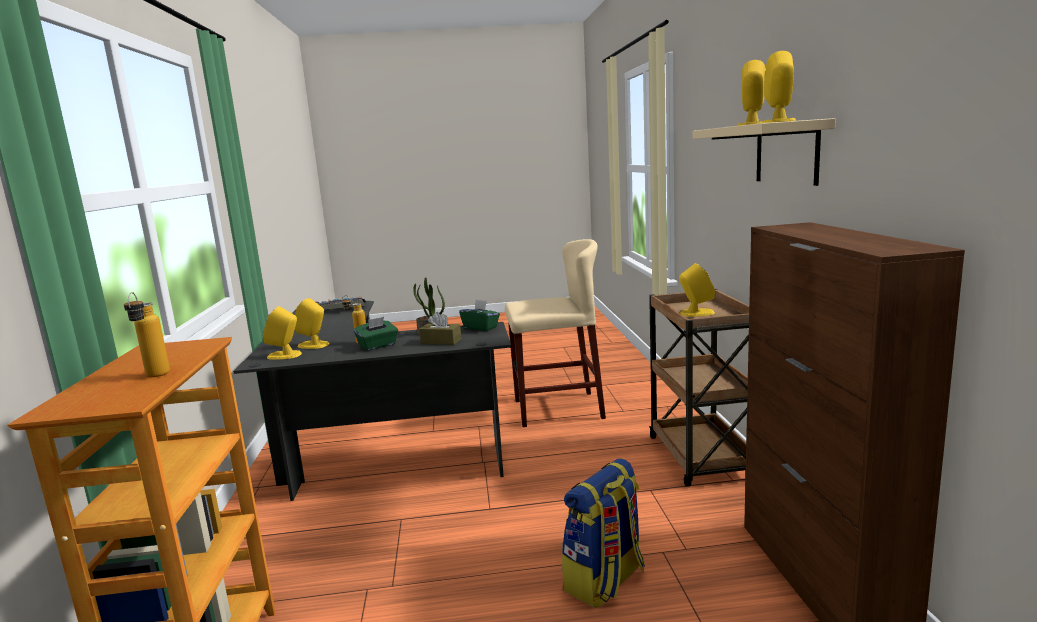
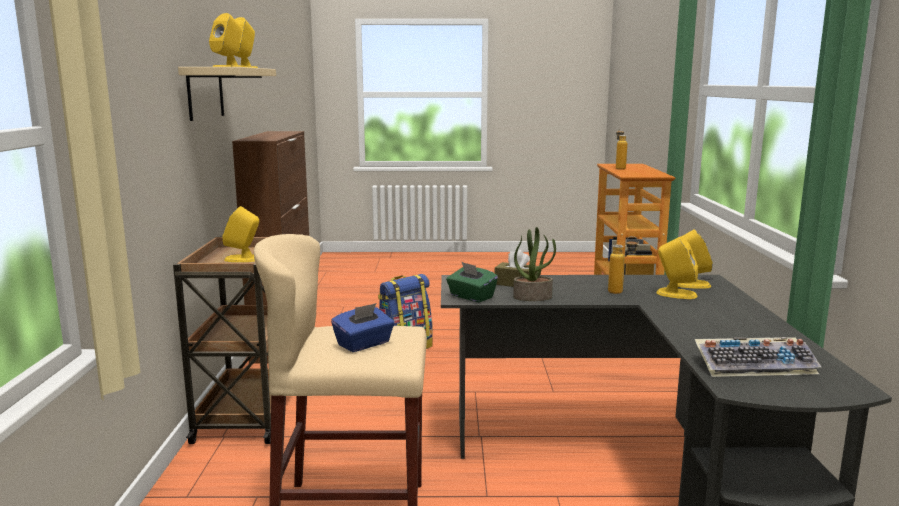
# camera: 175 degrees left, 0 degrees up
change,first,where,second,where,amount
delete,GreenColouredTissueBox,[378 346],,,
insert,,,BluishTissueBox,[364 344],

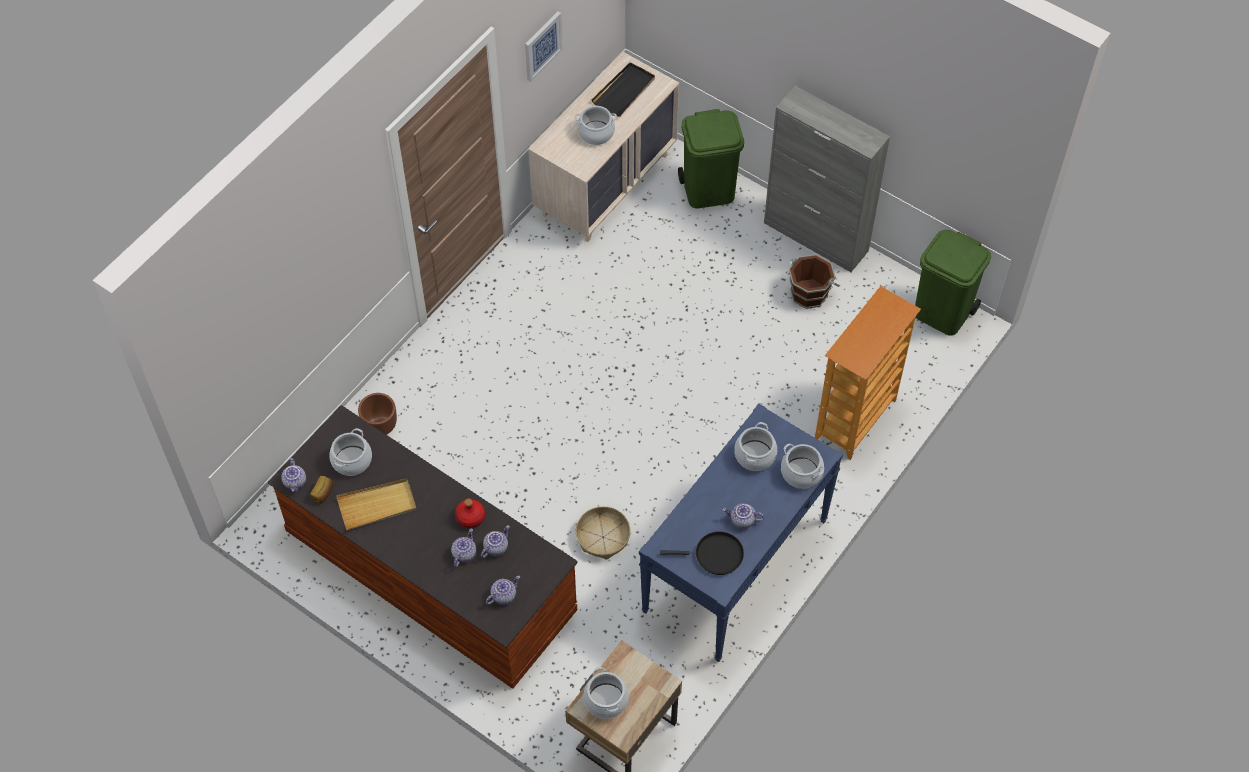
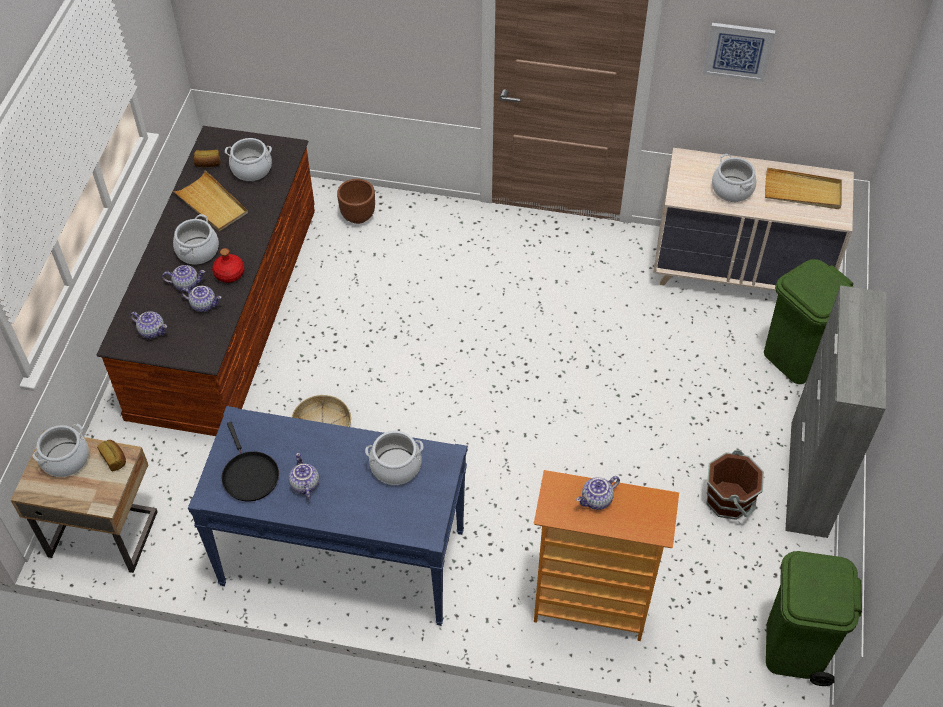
# camera: 65 degrees right, 5 degrees down
change,first,where,second,where,amount
move,PotForTea,[295 482],,[596 500],
recolor,BlackCarryingTray,[624 91],SandColouredCarryingTray,[802 192],
move,Saucepot,[801 472],,[198 251],
insert,,,BakedBread,[114 459],

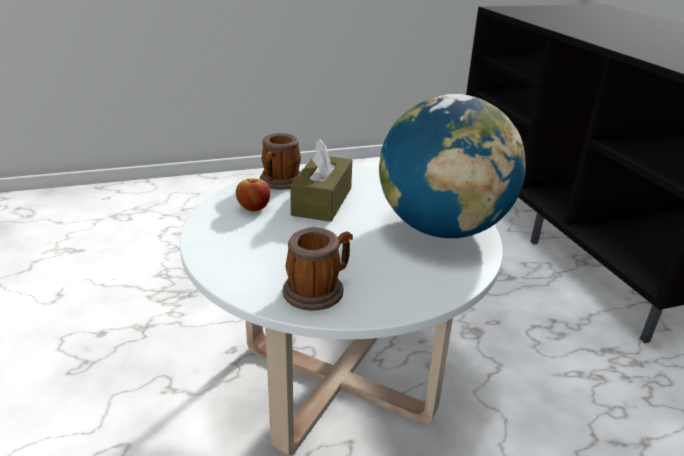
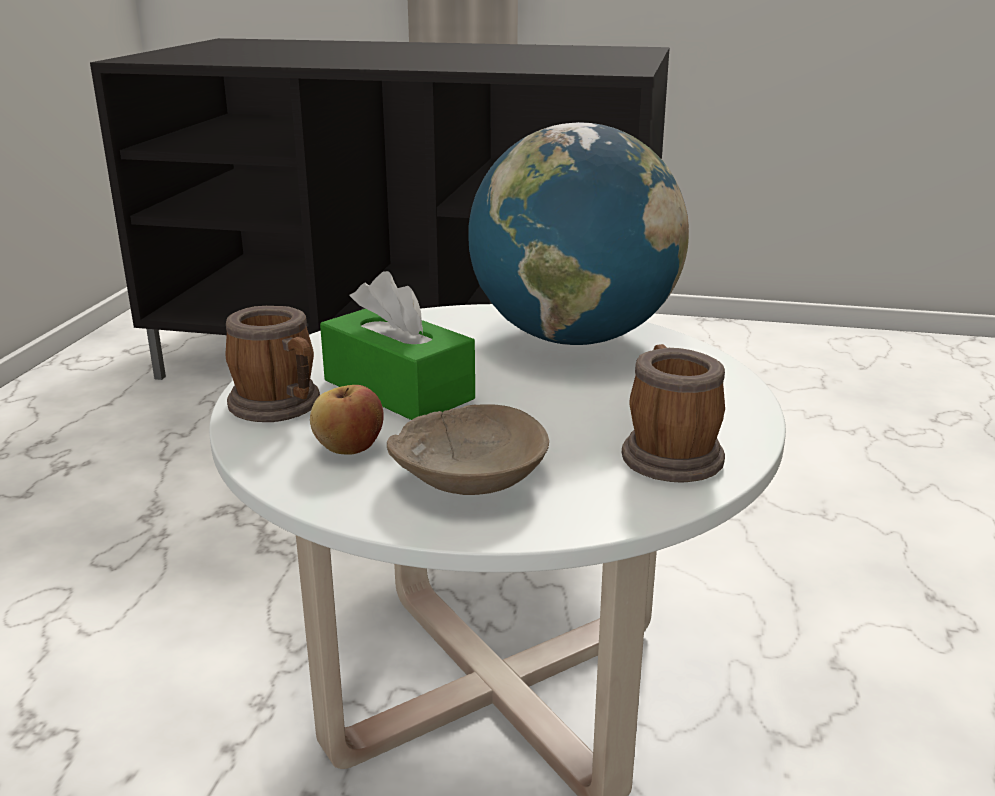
# camera: 60 degrees left, 5 degrees down
change,first,where,second,where,amount
recolor,BrownishTissueBox,[322 201],GreenColouredTissueBox,[398 389],
insert,,,SandColouredBowl,[468 476],

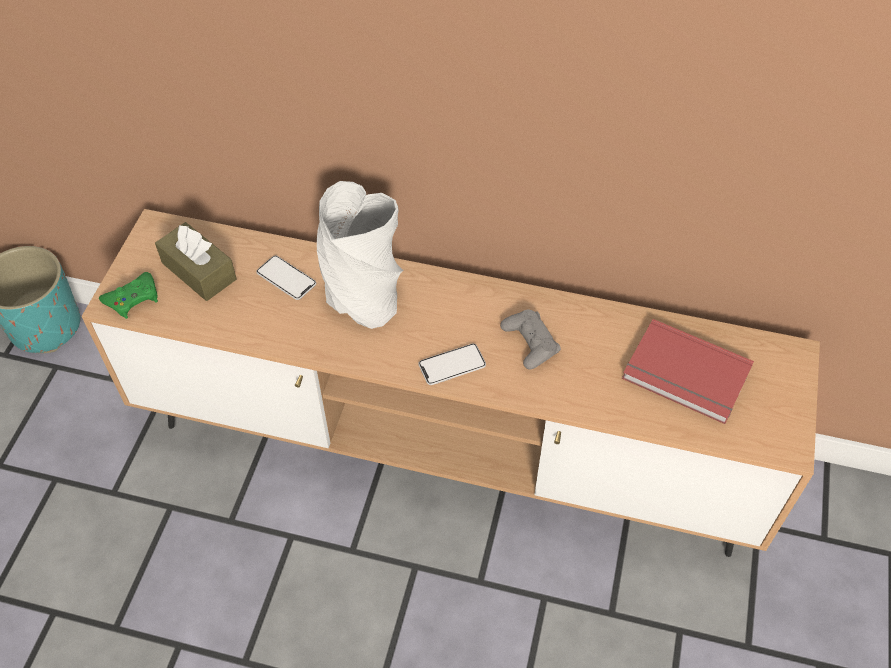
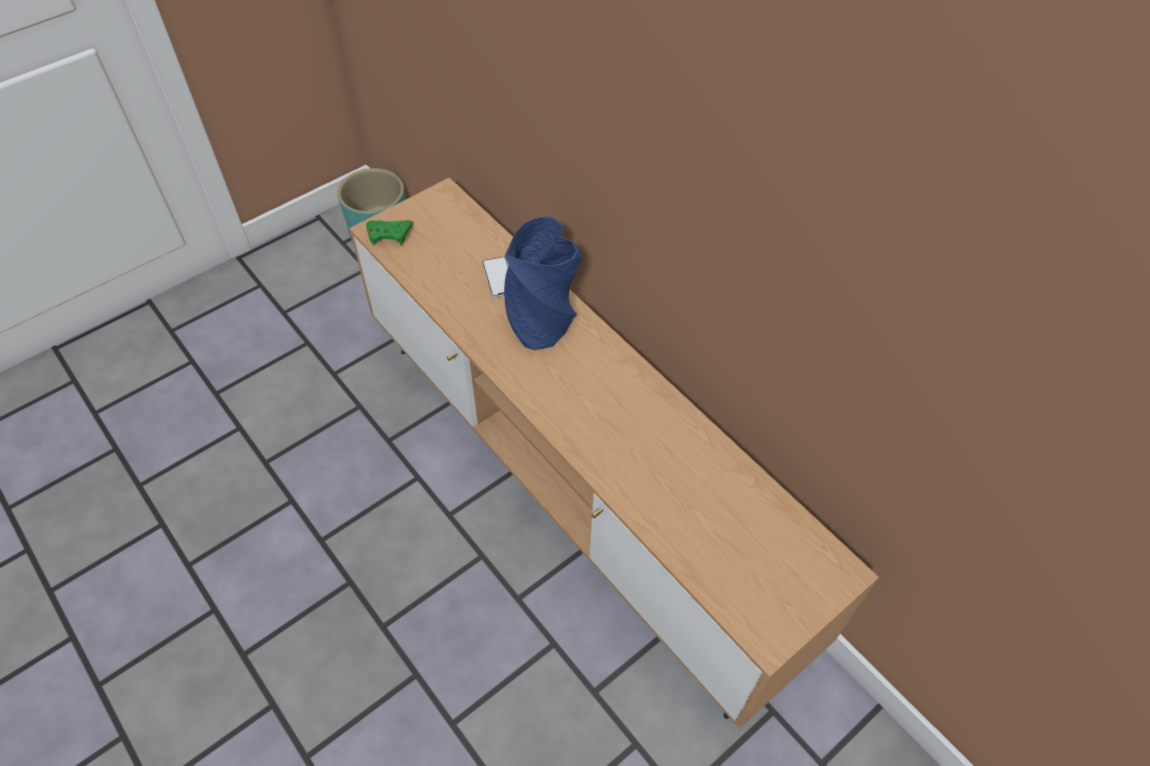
# camera: 35 degrees right, 0 degrees up
change,first,where,second,where,amount
delete,BrownishTissueBox,[199 271],,,
recolor,GrayVase,[363 294],BluishVase,[541 319],
delete,Phone,[452 365],,,
delete,GrayGamepad,[530 342],,,
delete,RedBoundBook,[685 376],,,

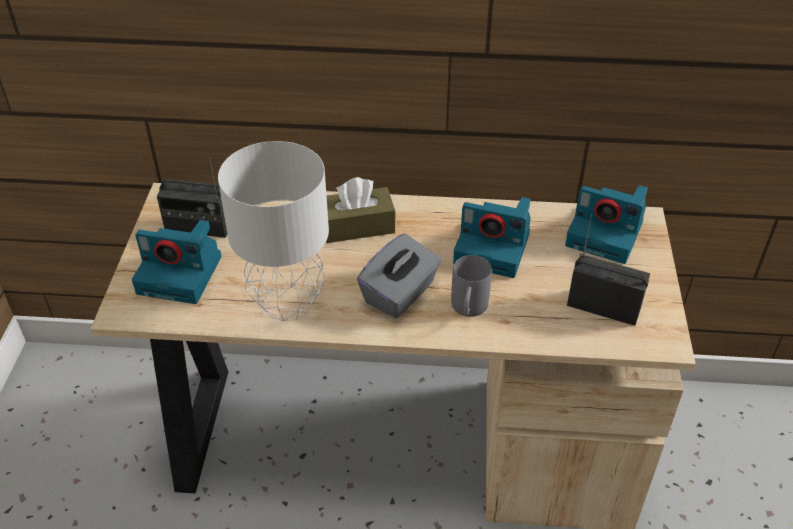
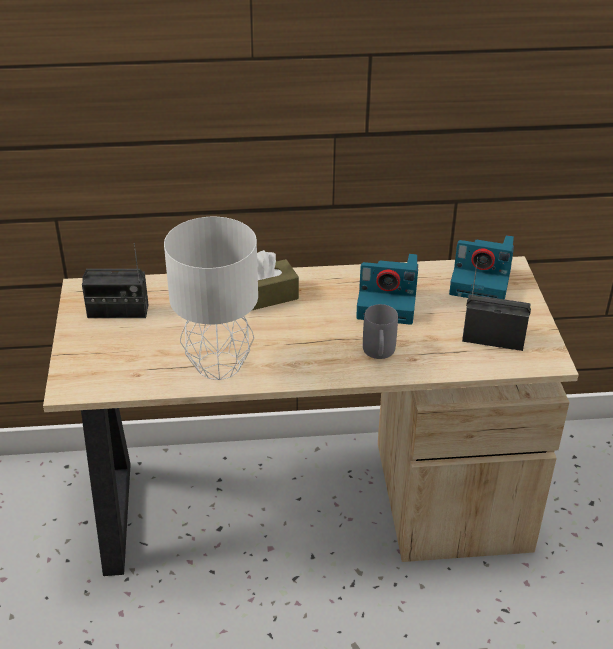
# camera: 10 degrees left, 5 degrees down
change,first,where,second,where,amount
delete,PhotoCamera,[182 274],,,
delete,GrayTissueBox,[400 294],,,

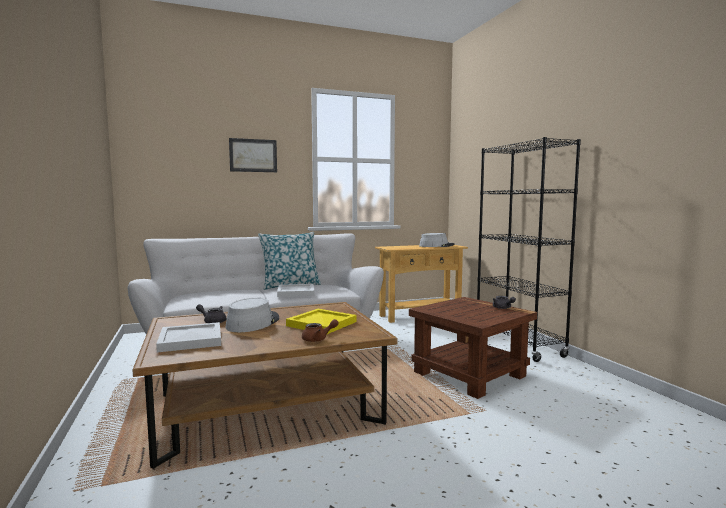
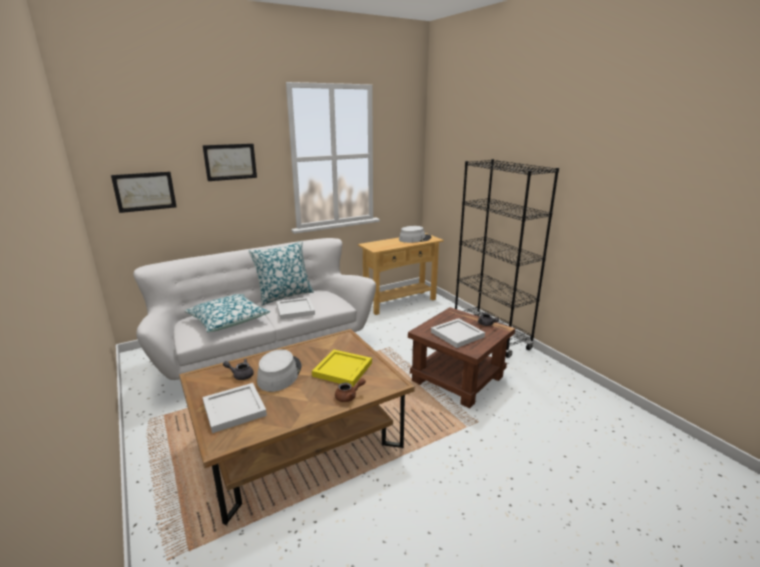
# camera: 10 degrees left, 15 degrees up
change,first,where,second,where,amount
insert,,,Picture,[145 191],
insert,,,Pillow,[228 320],
insert,,,WhitishCarryingTray,[457 335],

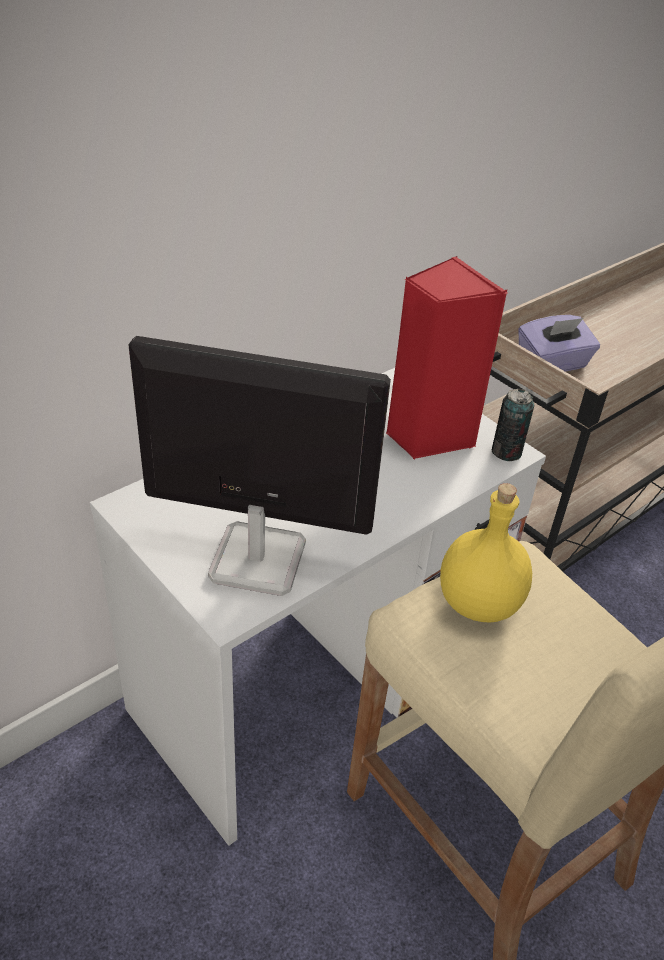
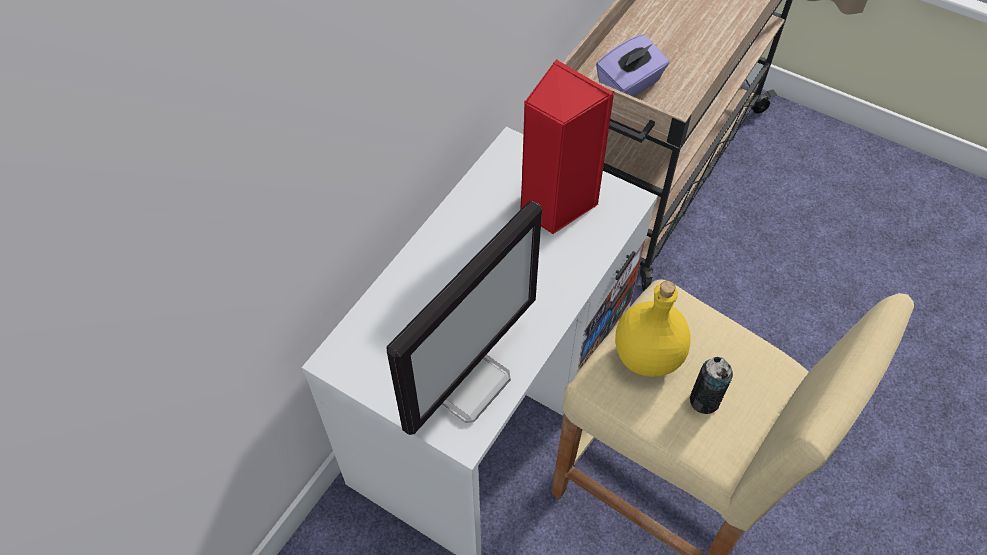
# camera: 15 degrees left, 15 degrees up
change,first,where,second,where,amount
rotate,ComputerScreen,[255 560],,[465 379],135 degrees clockwise
move,MetalCan,[506 452],,[704 400],

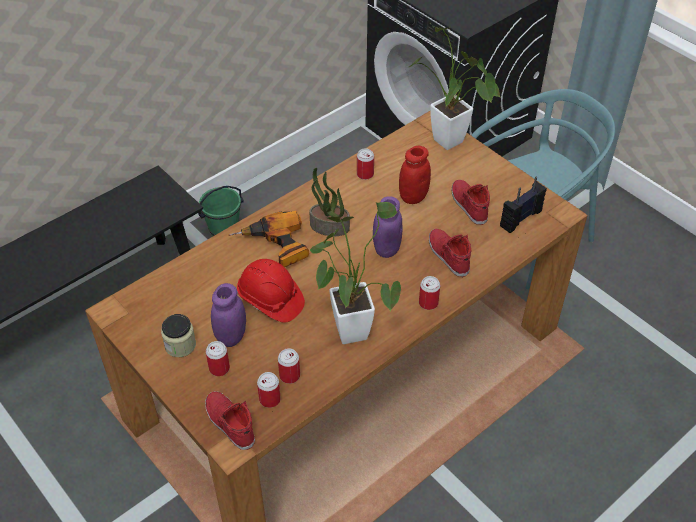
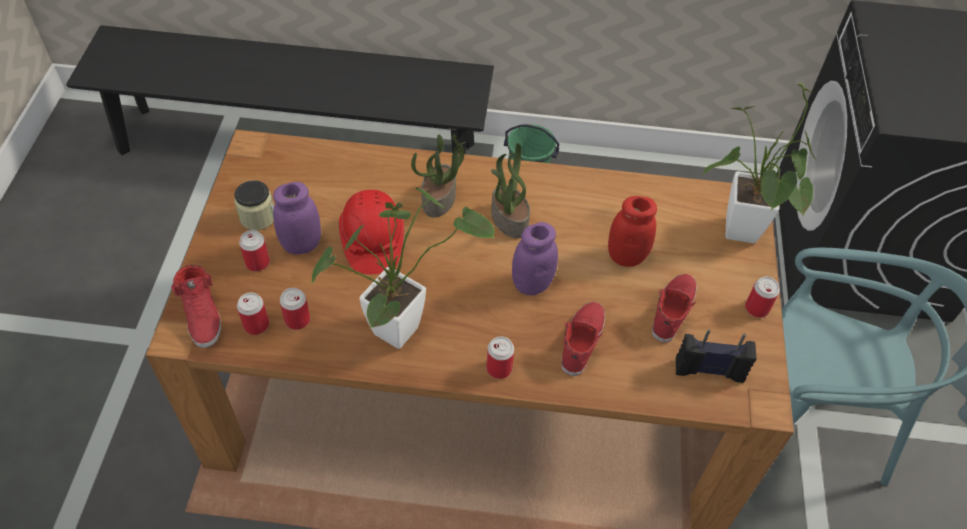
# camera: 45 degrees right, 5 degrees up
change,first,where,second,where,amount
rotate,RedShoe,[229 423],,[202 314],150 degrees clockwise
replace,ElectricDrill,[276 247],PlantInAPot,[439 199],
move,MetalCan,[365 174],,[756 308],

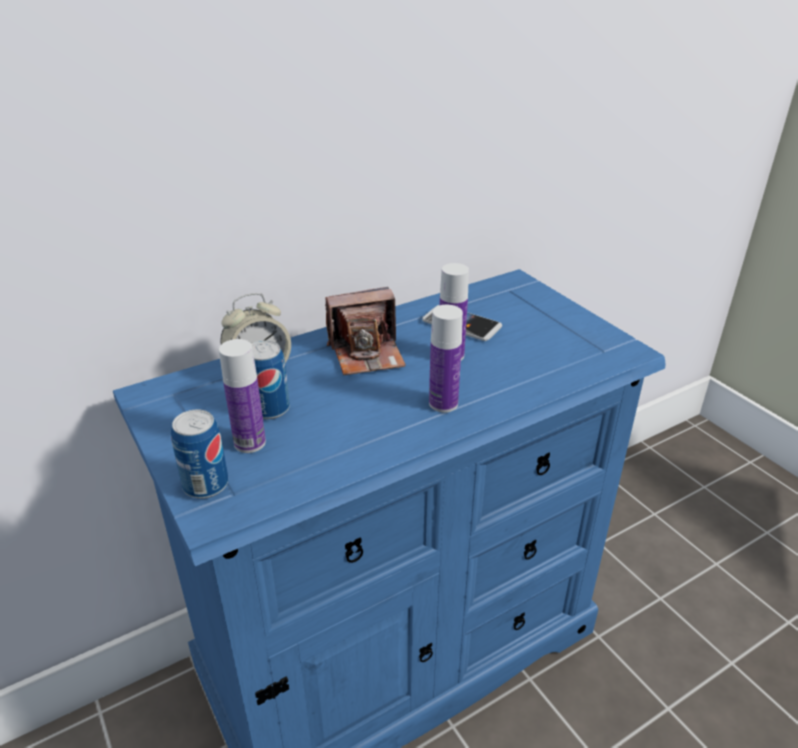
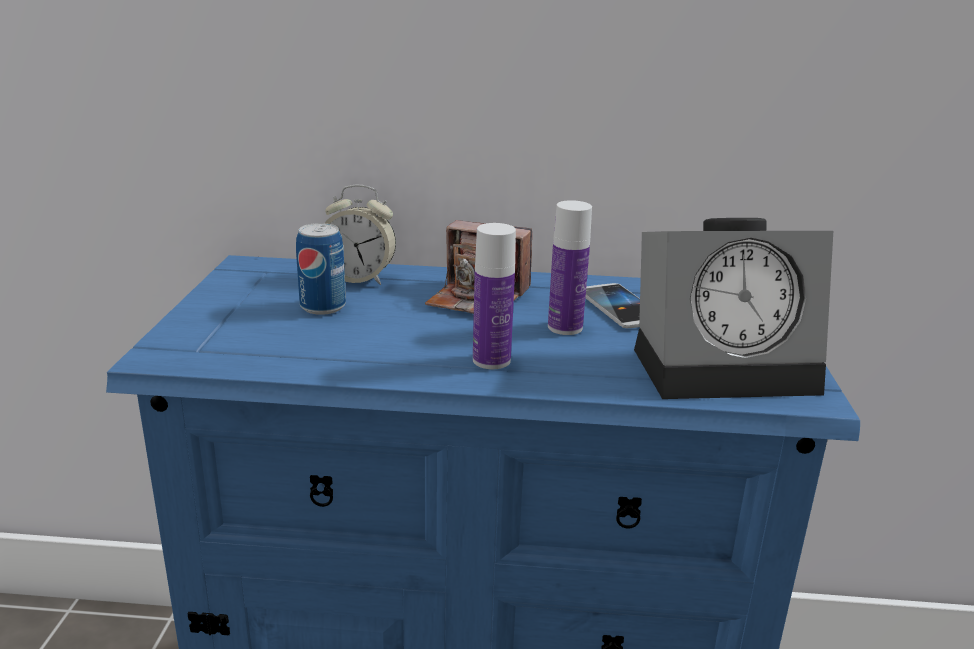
# camera: 35 degrees right, 10 degrees down
change,first,where,second,where,amount
delete,MetalCan,[206 485],,,
delete,BeverageBottle,[250 443],,,
insert,,,BedsideClock,[726 366],

